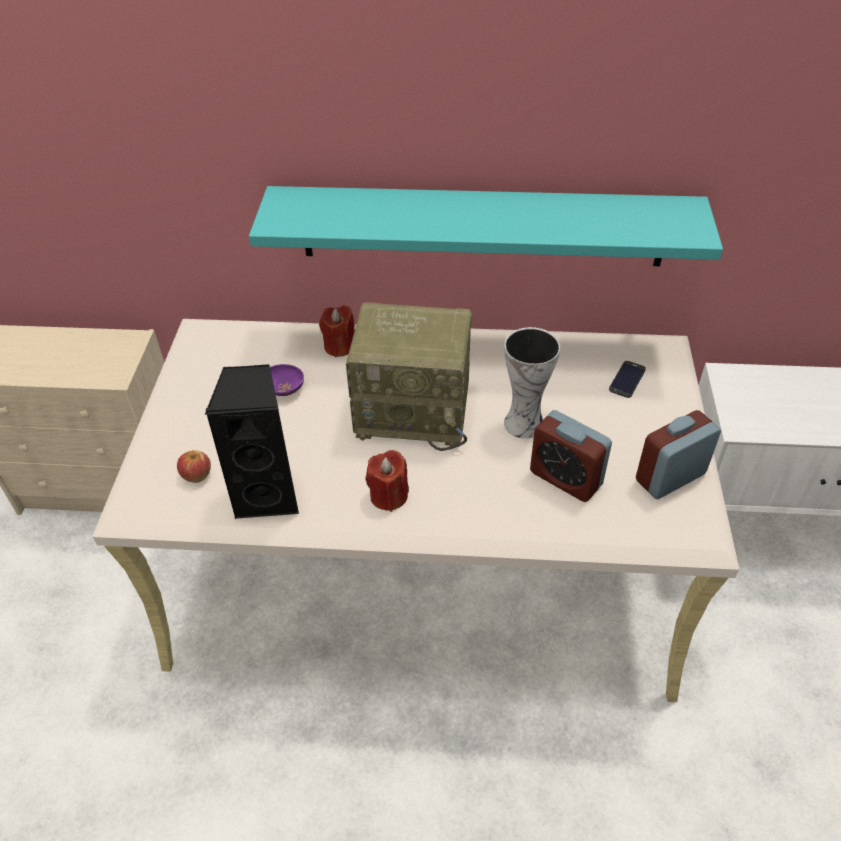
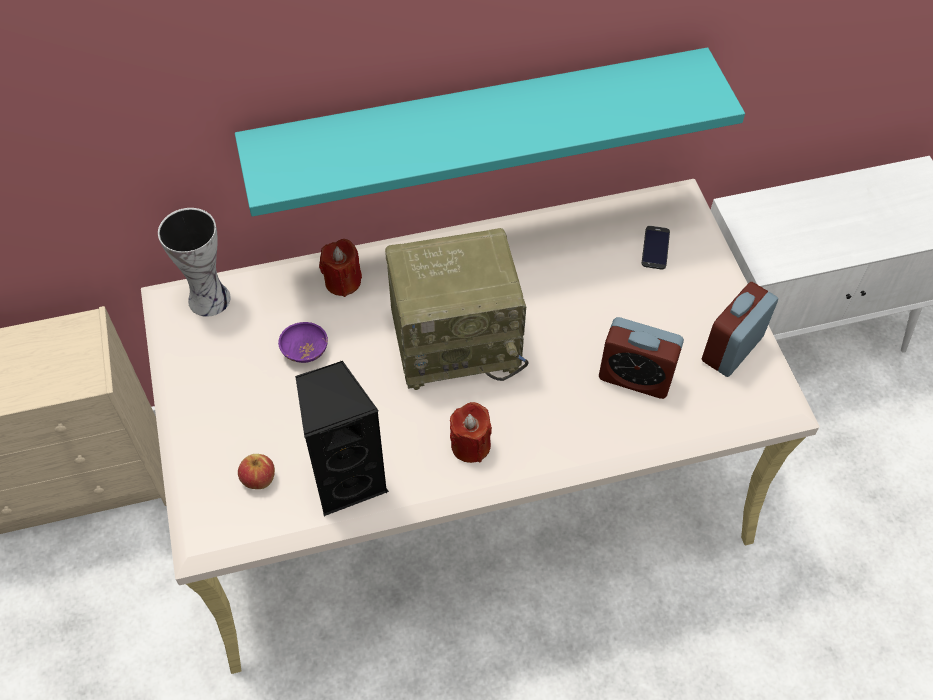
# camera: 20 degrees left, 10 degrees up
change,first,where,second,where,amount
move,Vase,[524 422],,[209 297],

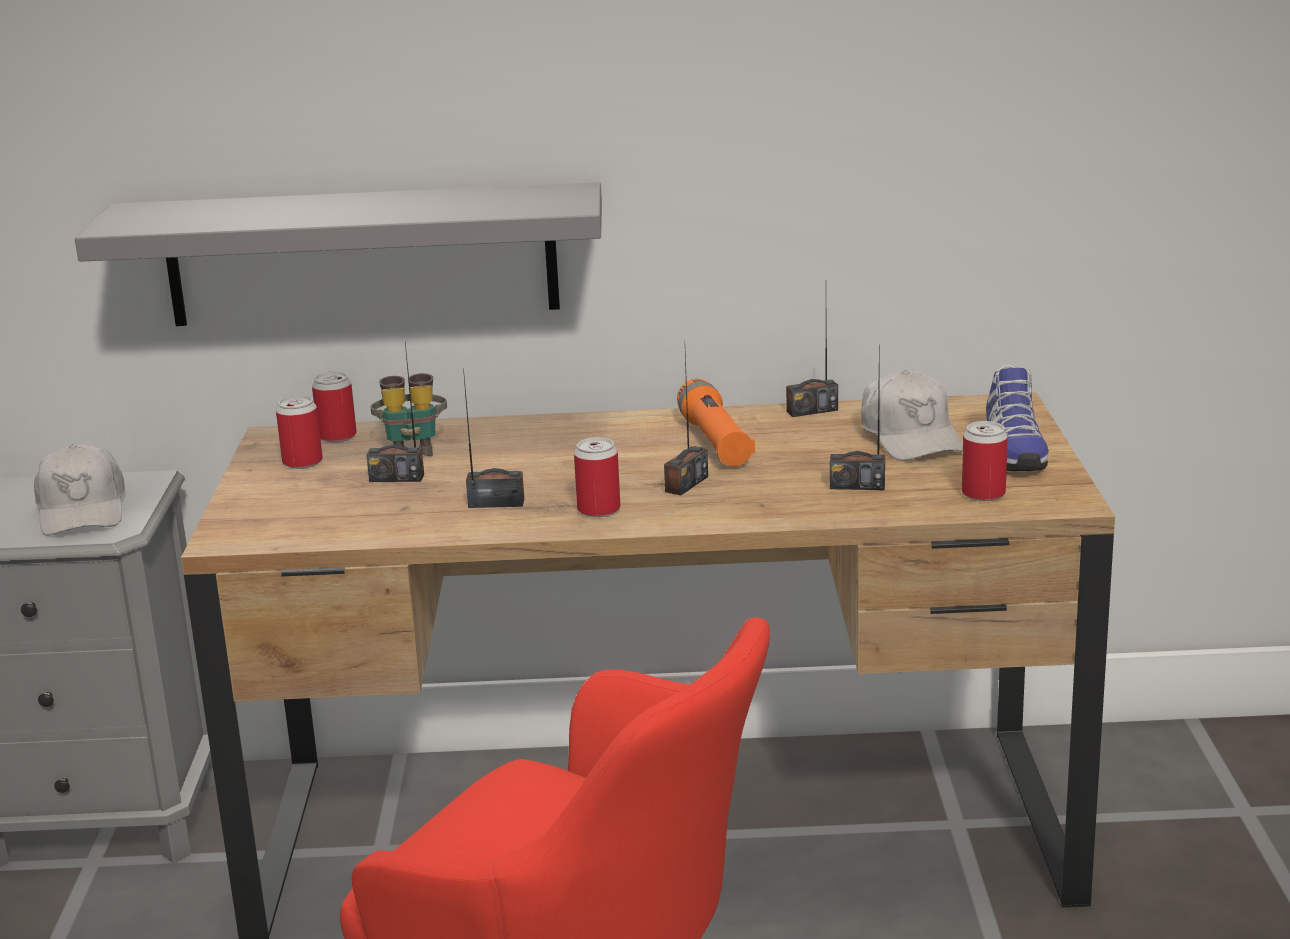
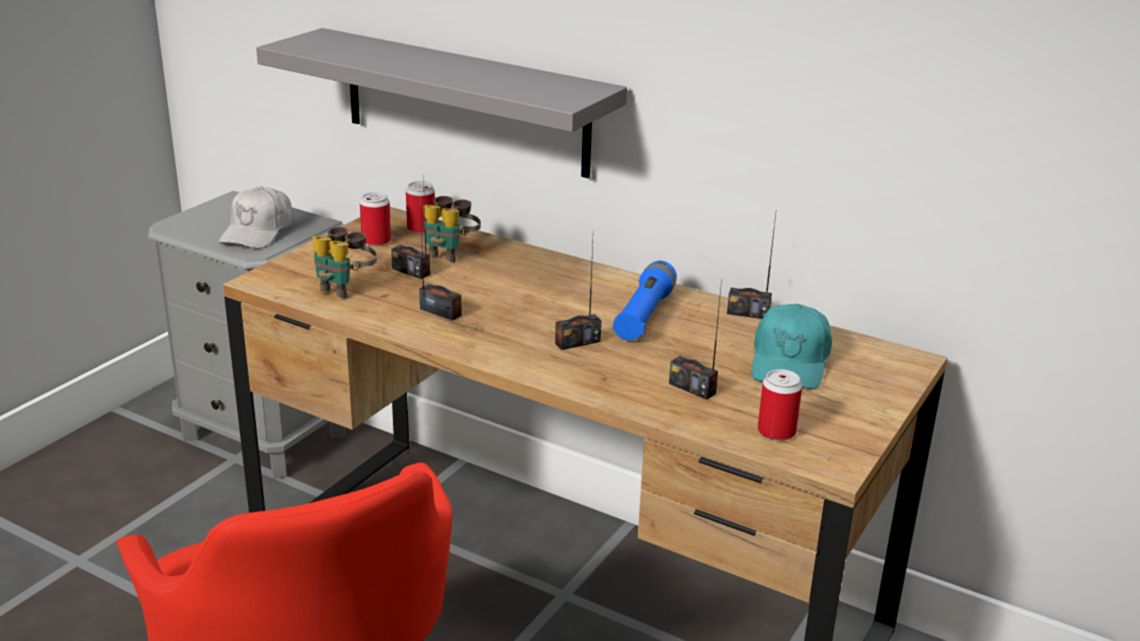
# camera: 30 degrees right, 5 degrees up
change,first,where,second,where,amount
delete,MetalCan,[599 510],,,
recolor,OrangeyTorch,[715 442],BluishTorch,[644 315],
recolor,WhitishCap,[911 437],TurquoiseColouredCap,[790 362],
delete,Shoe,[1010 453],,,
insert,,,FieldGlasses,[344 288],

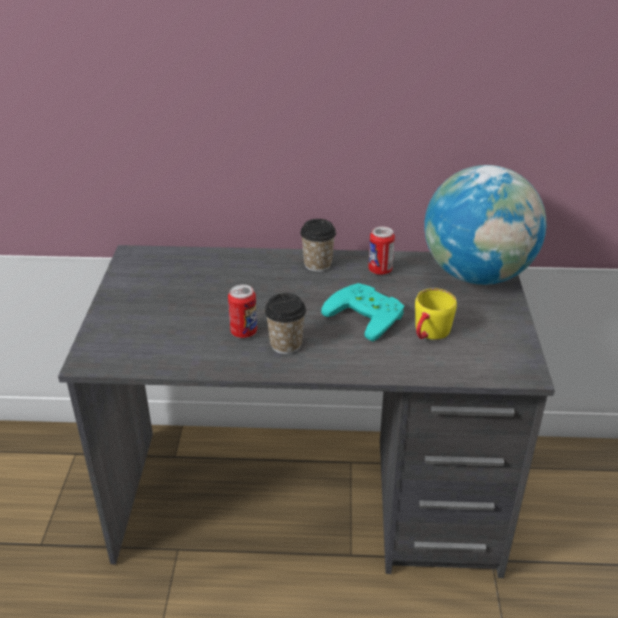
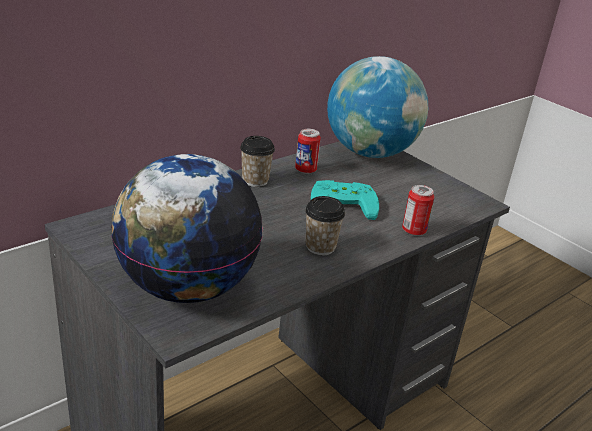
# camera: 45 degrees left, 5 degrees down
change,first,where,second,where,amount
move,MetalCan,[244 332],,[414 231],
delete,YellowCoffeeMug,[429 334],,,
insert,,,DeskGlobe,[186 287],

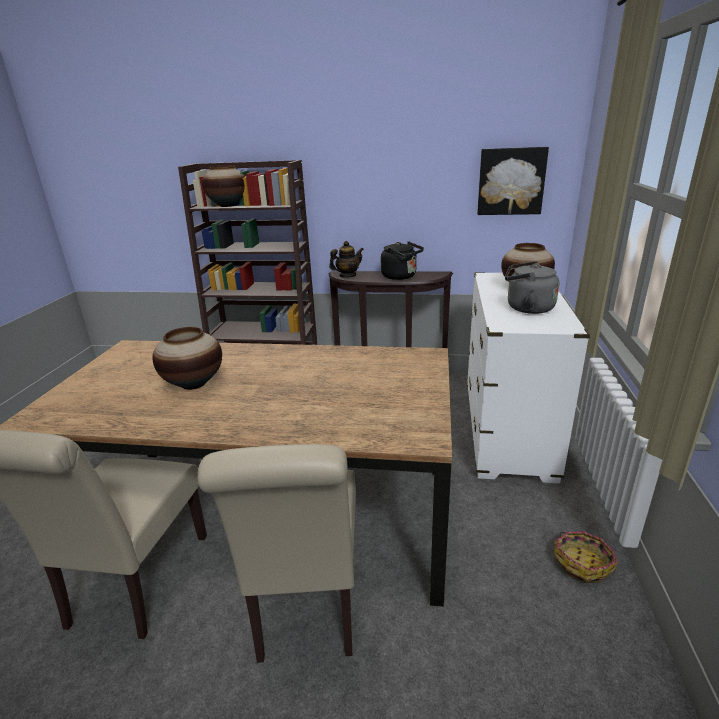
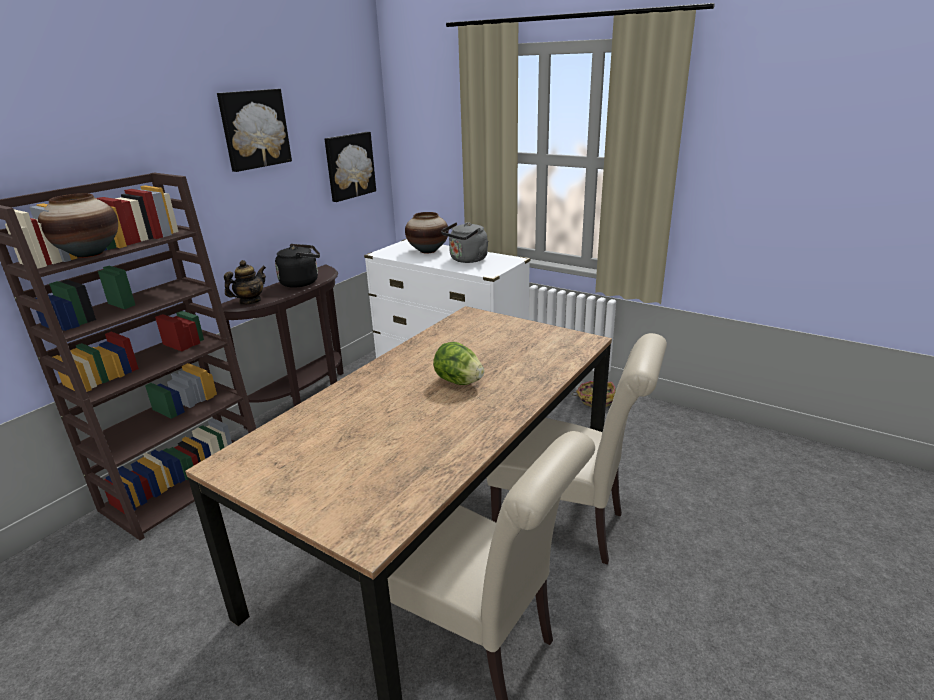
# camera: 65 degrees left, 0 degrees up
change,first,where,second,where,amount
delete,Vase,[194 383],,,
rotate,PotForTea,[347 276],,[250 301],45 degrees clockwise
insert,,,Picture,[254 129],
insert,,,LettuceHead,[458 382],

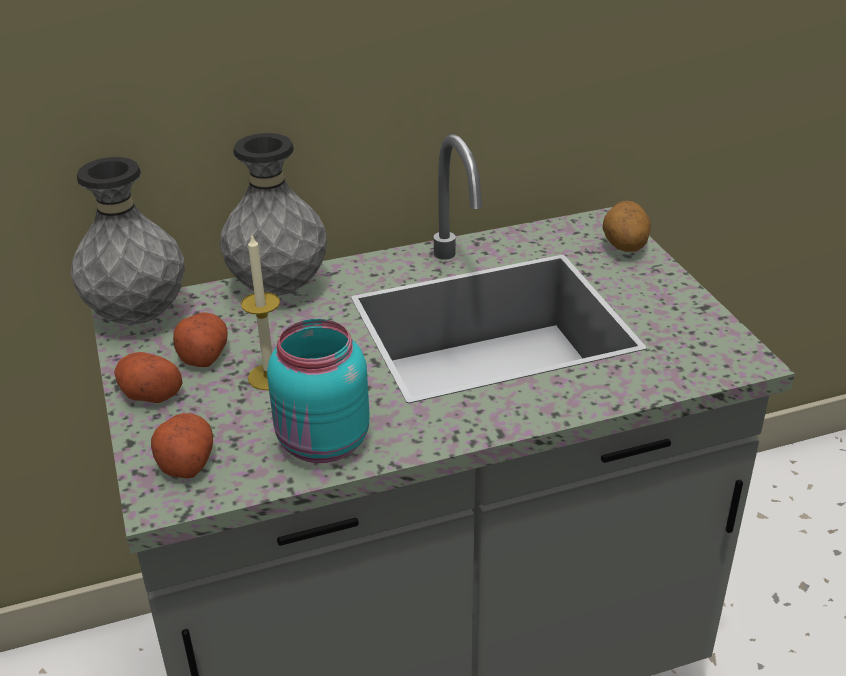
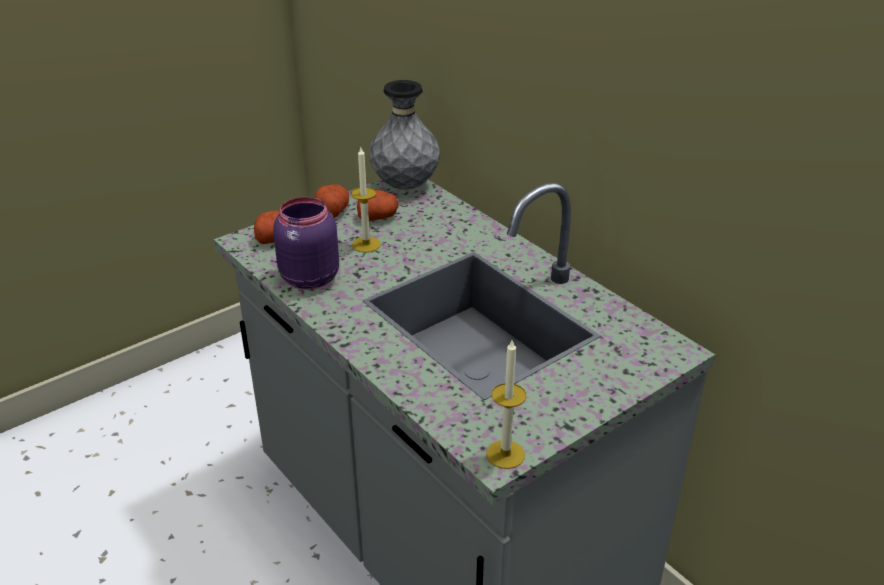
# camera: 70 degrees right, 0 degrees up
change,first,where,second,where,amount
delete,GrayVase,[279 288],,,
recolor,TurquoiseColouredStorageJar,[322 444],PurplishStorageJar,[308 279],
delete,Potato,[624 247],,,
insert,,,Candle,[505 454],

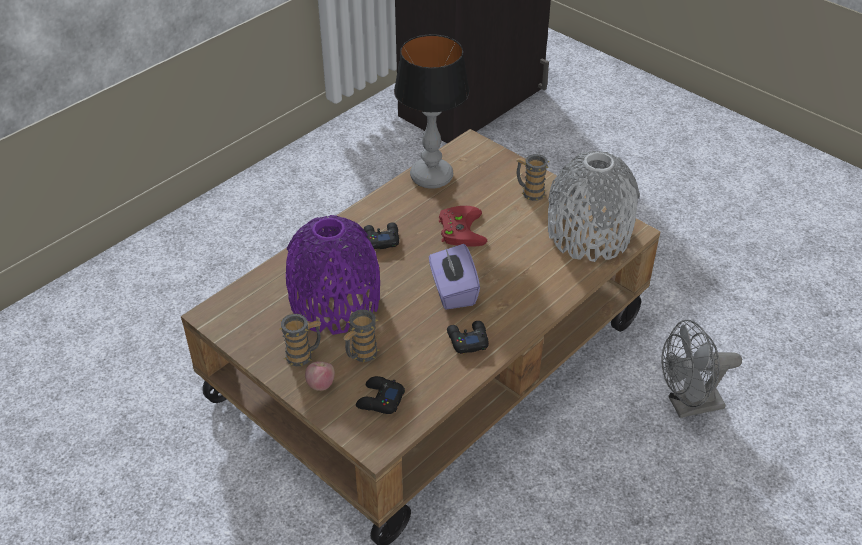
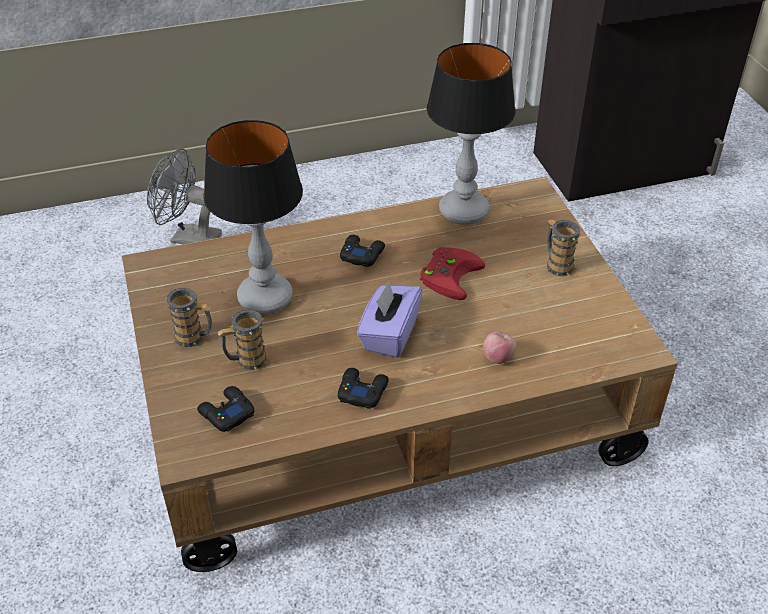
# camera: 30 degrees right, 0 degrees up
change,first,where,second,where,amount
replace,PurplishVase,[335 302],LampForATable,[266 299],
move,WholeApple,[321 384],,[498 358],
delete,GrayVase,[588 234],,,
move,GrayCoolingFan,[688 405],,[188 238],

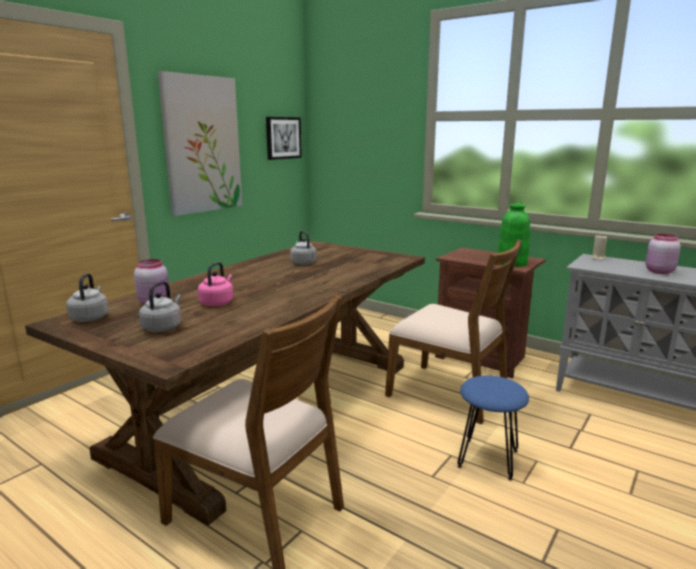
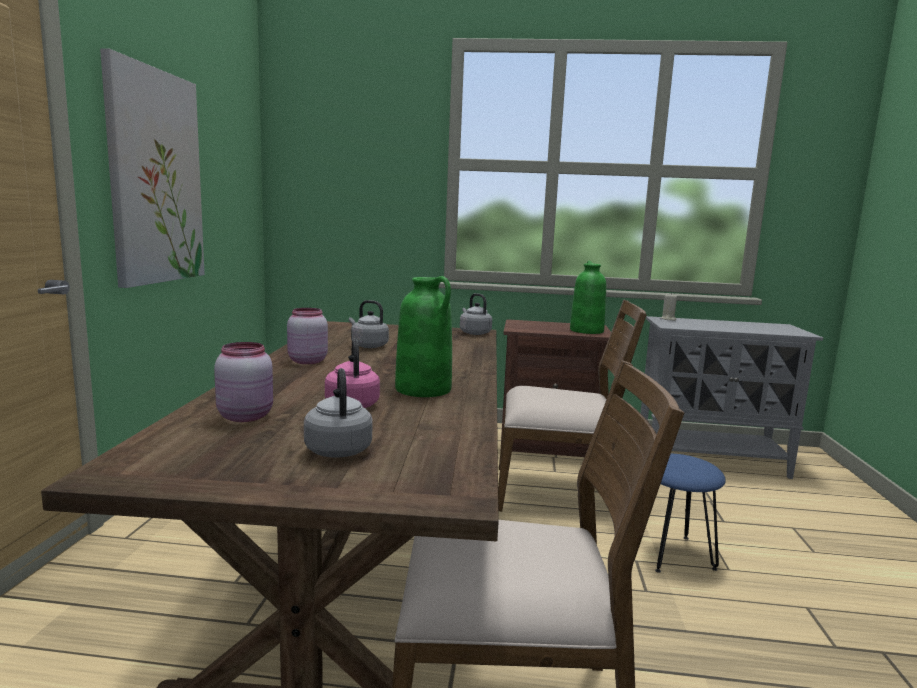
# camera: 30 degrees left, 5 degrees down
change,first,where,second,where,amount
move,GrayWaterKettle,[90 317],,[474 333],
delete,Picture,[283 138],,,
move,PinkColouredStorageJar,[658 271],,[306 361],
insert,,,GreenColouredVase,[424 389],

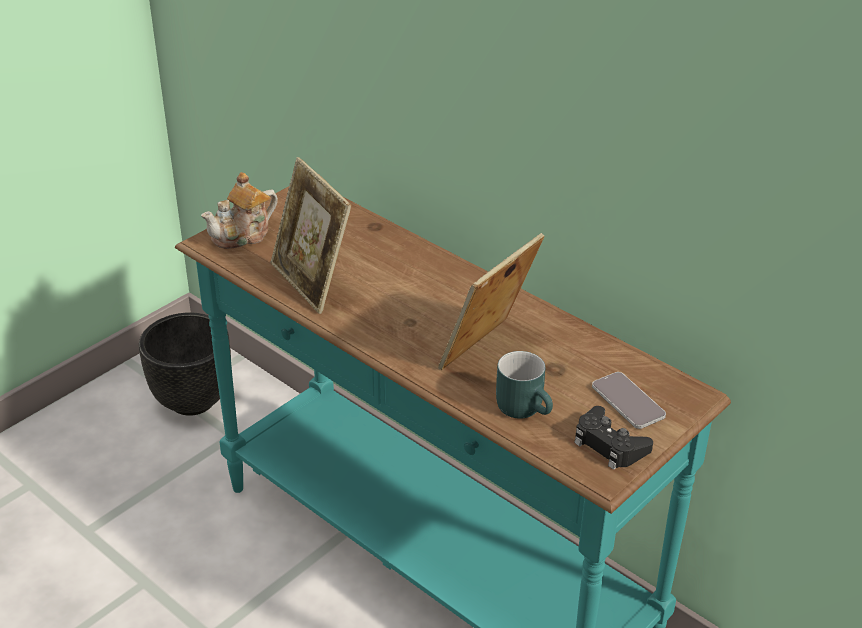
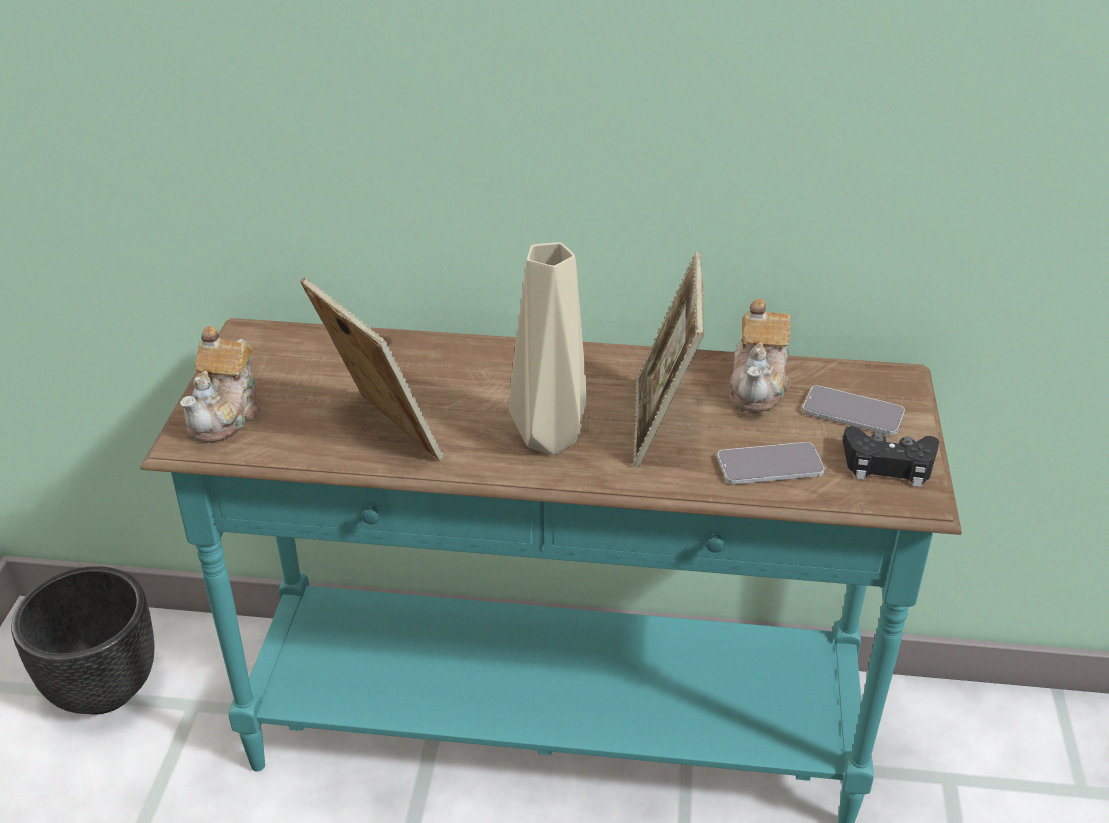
# camera: 35 degrees left, 0 degrees up
change,first,where,second,where,amount
rotate,PhotoFrame,[312 282],,[379 435],150 degrees counterclockwise
replace,TurquoiseColouredCoffeeMug,[526 408],Phone,[770 465],
insert,,,SandColouredVase,[552 441],
insert,,,PotForTea,[758 386],

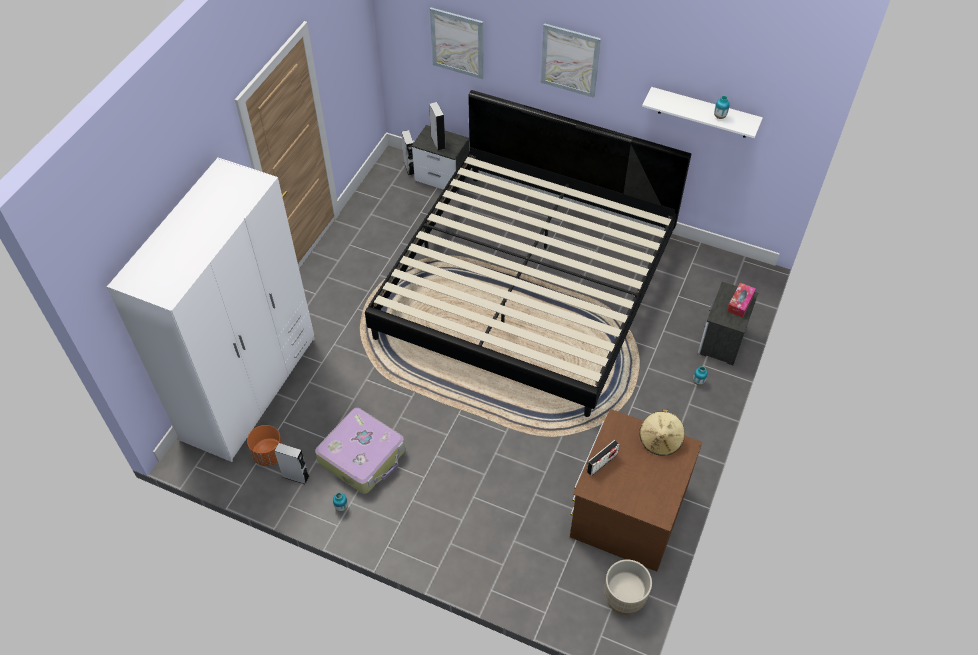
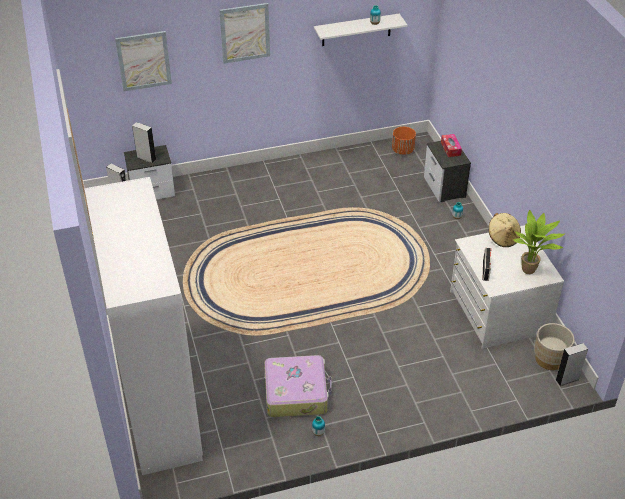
# camera: 40 degrees left, 10 degrees down
change,first,where,second,where,amount
move,OrangeyFlowerPot,[269 454],,[403 150],
move,GraySpeaker,[296 476],,[567 379],
delete,BedroomBed,[527 286],,,
recolor,BrownishDrawerChest,[627 511],WhitishDrawerChest,[497 312],
insert,,,PlantInAPot,[530 271],

